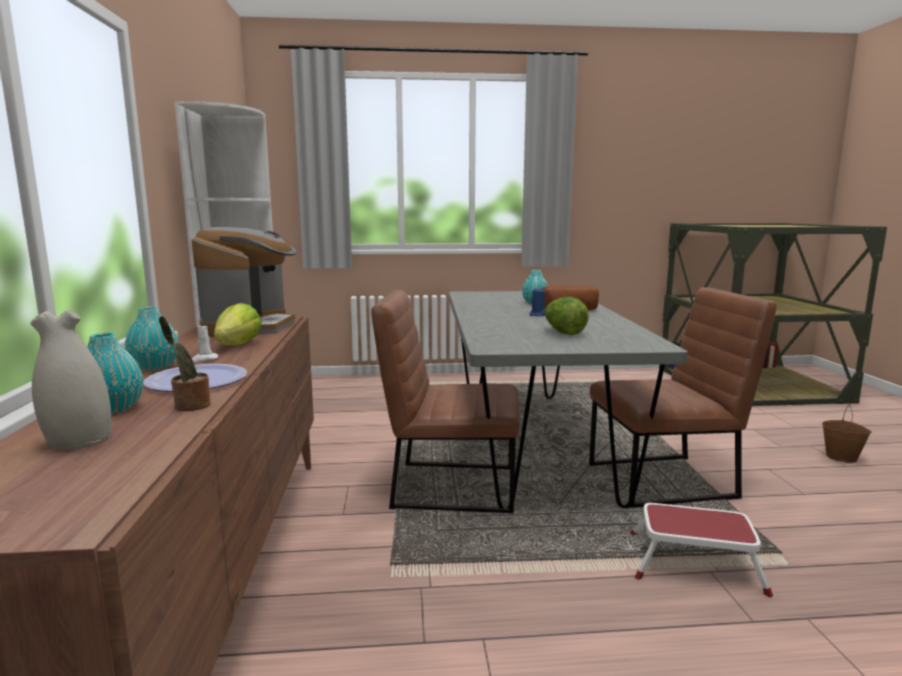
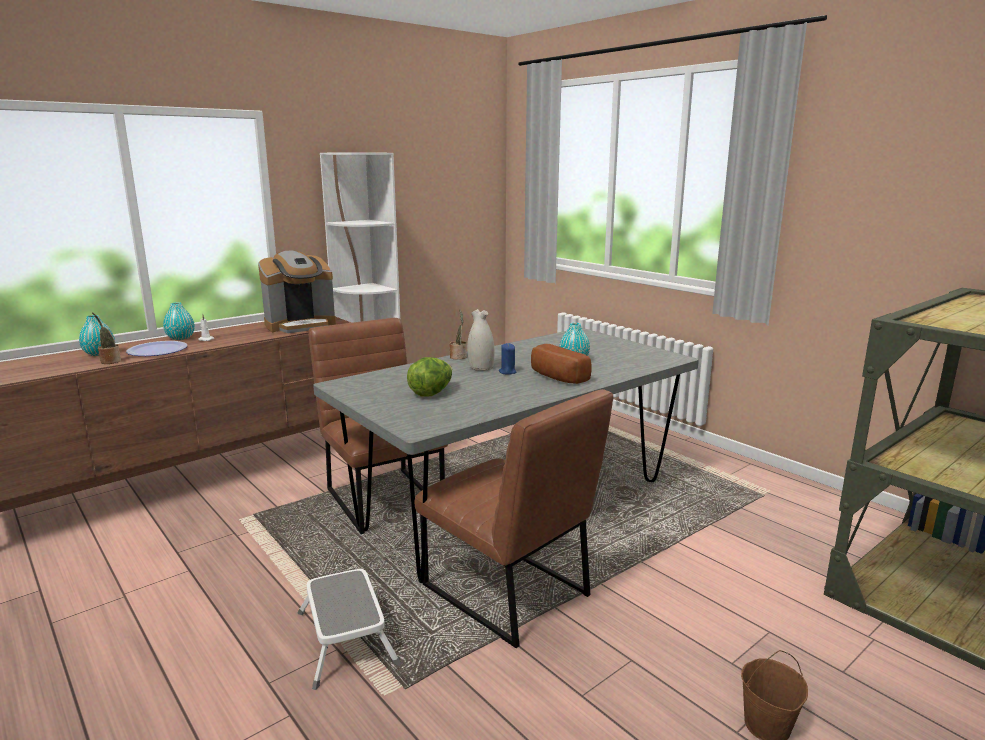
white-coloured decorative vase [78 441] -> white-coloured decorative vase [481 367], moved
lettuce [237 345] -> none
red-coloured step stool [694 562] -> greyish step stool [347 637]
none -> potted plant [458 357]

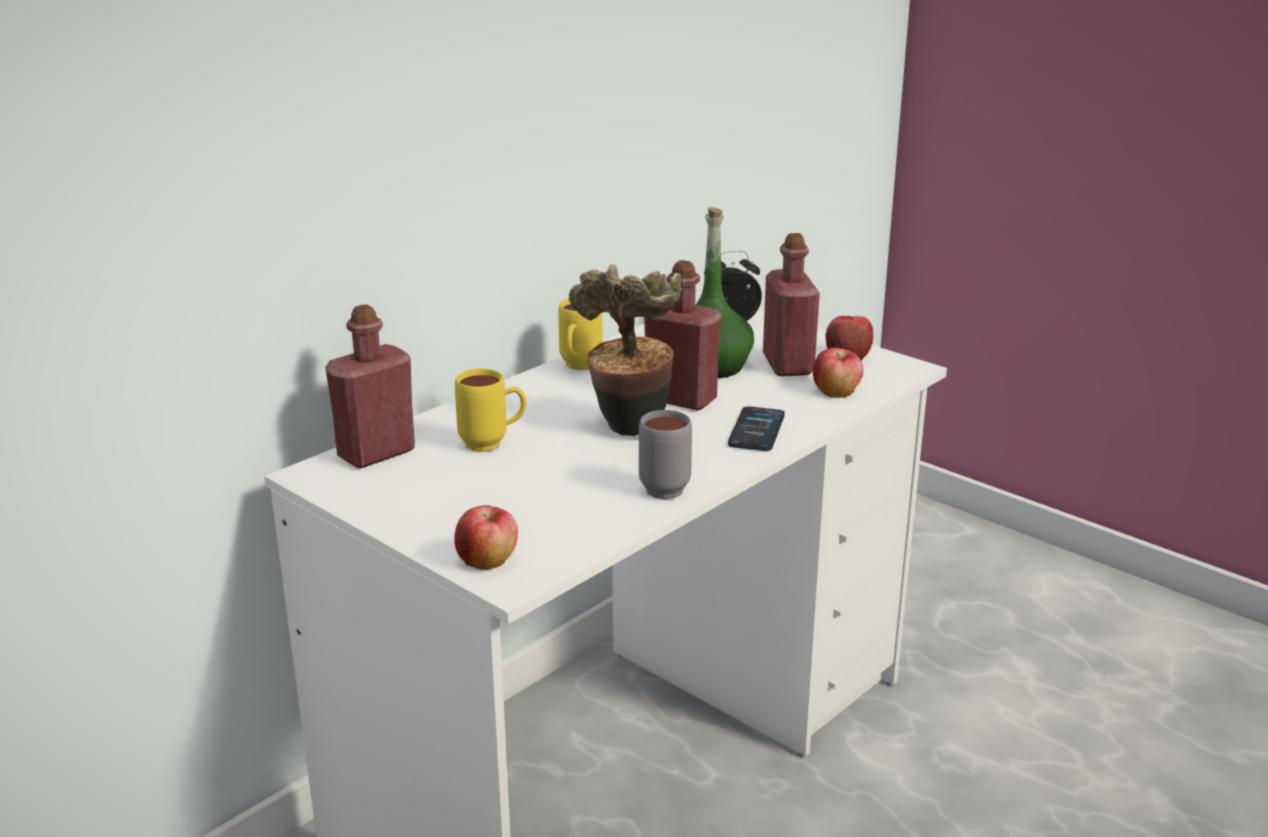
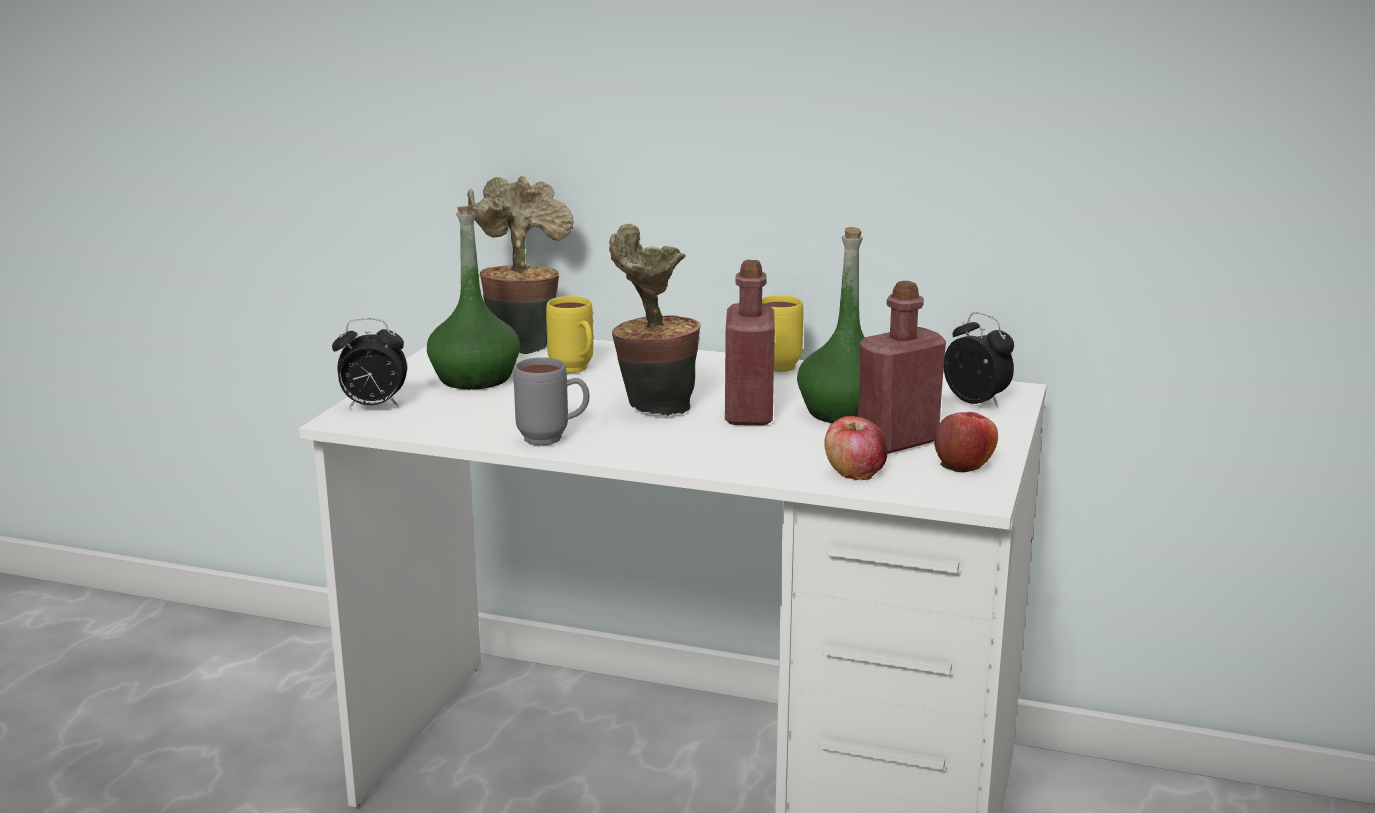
red-coloured drink bottle [376 453] -> potted plant [522 343]
whole apple [487 560] -> bedside clock [373 406]
telephone [756 430] -> none
none -> green drink bottle [474 378]

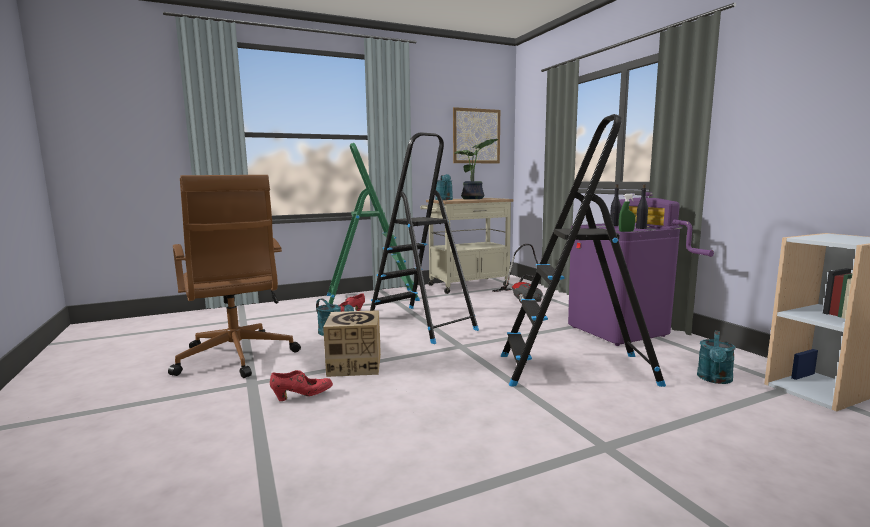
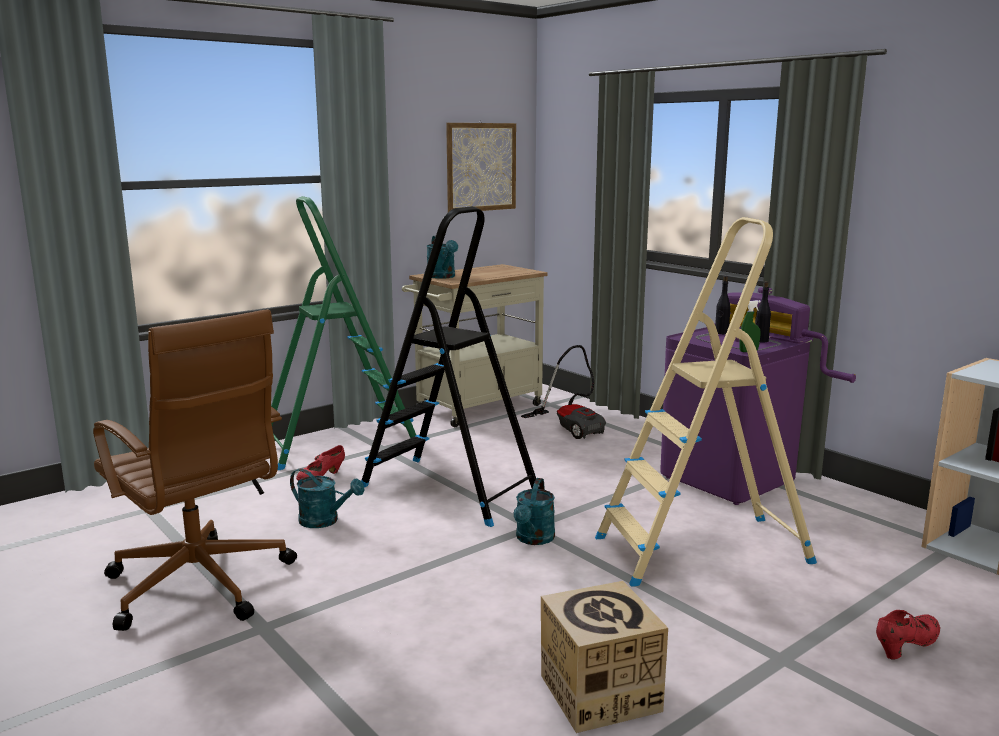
red-coloured item of footwear [302 396] -> red-coloured item of footwear [906 646], moved
carton [354 365] -> carton [599 693], moved
potted plant [474 198] -> none
black step stool [575 369] -> beige step stool [701 550]
turquoise sprinkling can [714 379] -> turquoise sprinkling can [533 539], moved

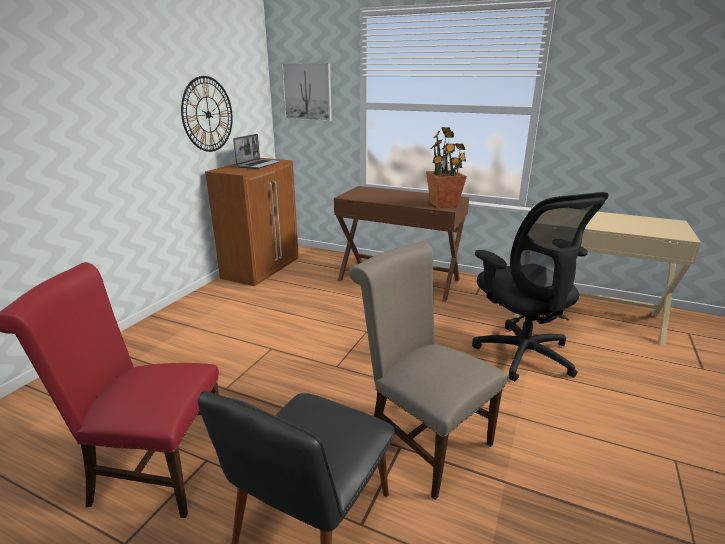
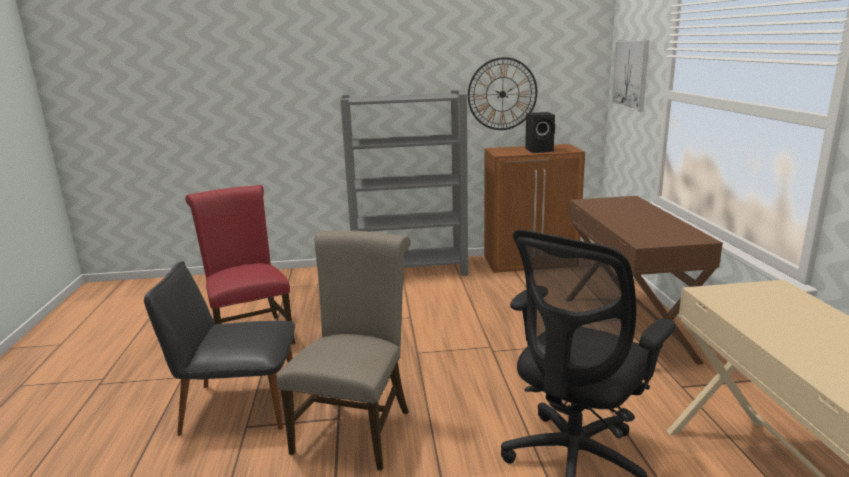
laptop [258 165] -> black loudspeaker [540 150]
potted plant [444 204] -> none
none -> greyish bookcase [409 270]

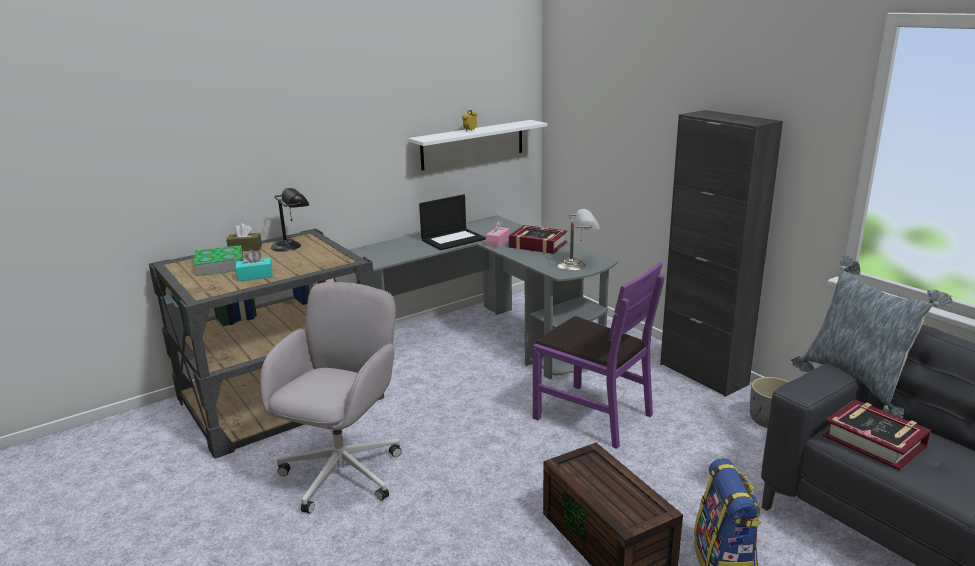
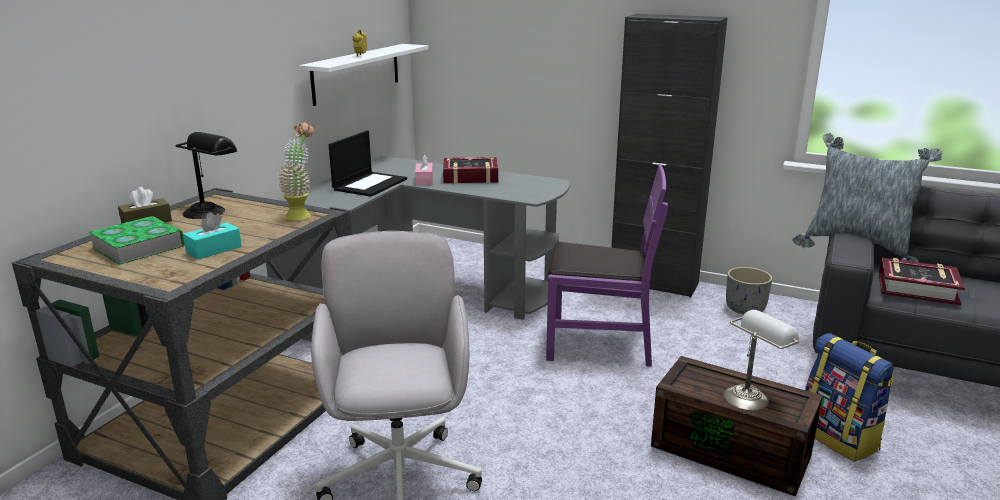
white-coloured tabletop lamp [577 264] -> white-coloured tabletop lamp [751 394], moved
none -> potted plant [302 214]

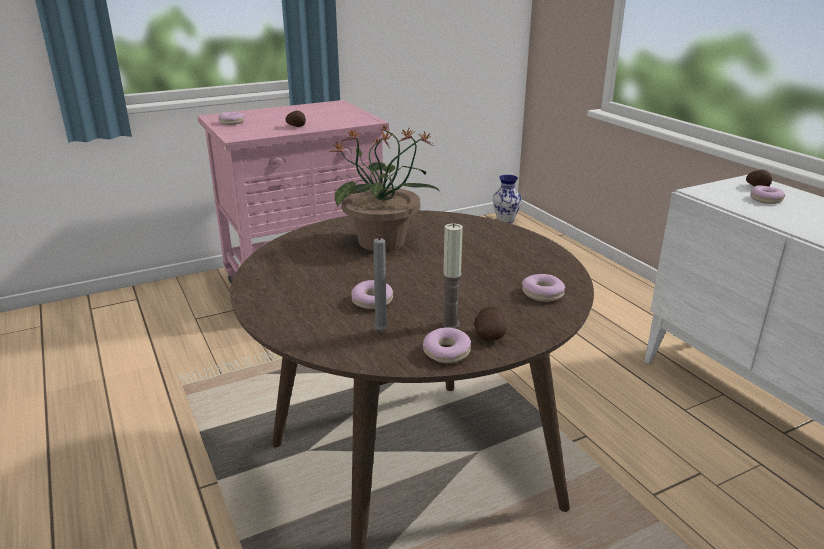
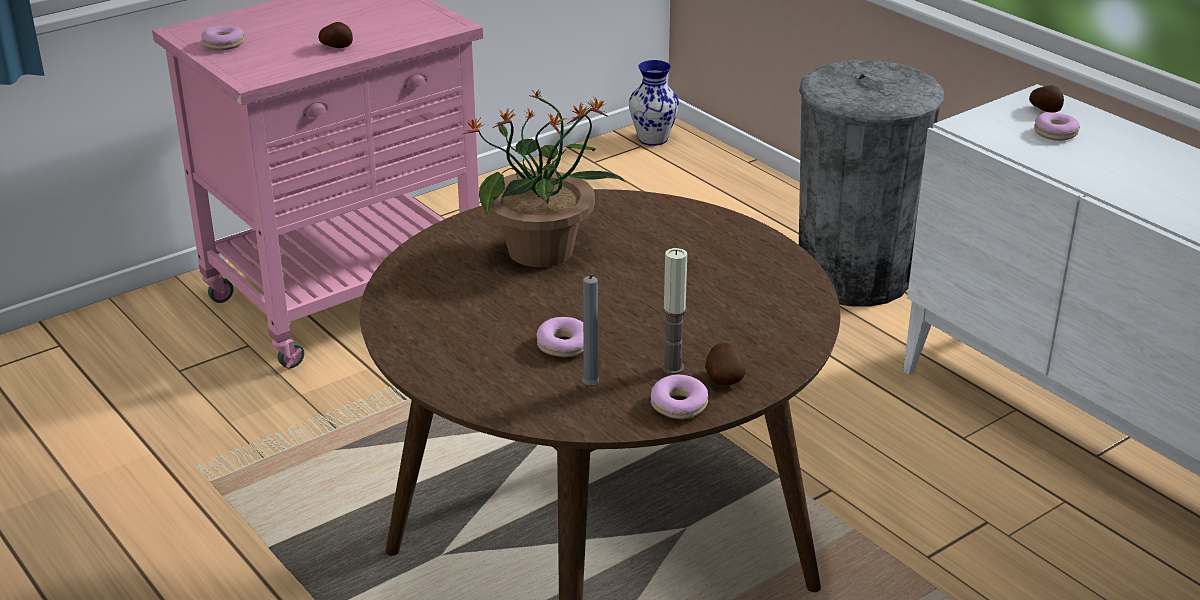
ring doughnut [542 294] -> none
none -> greyish waste bin [853 277]

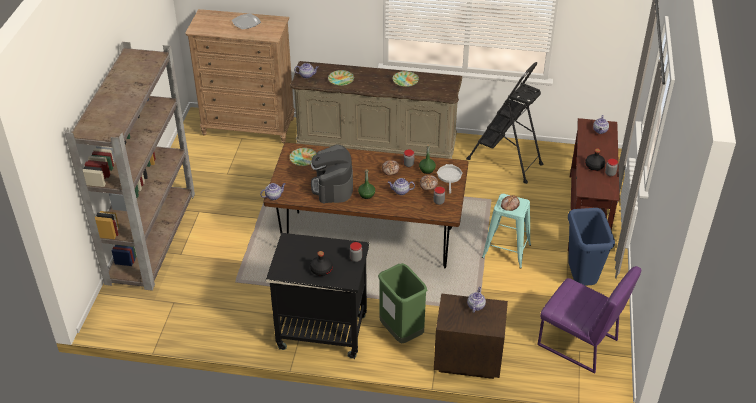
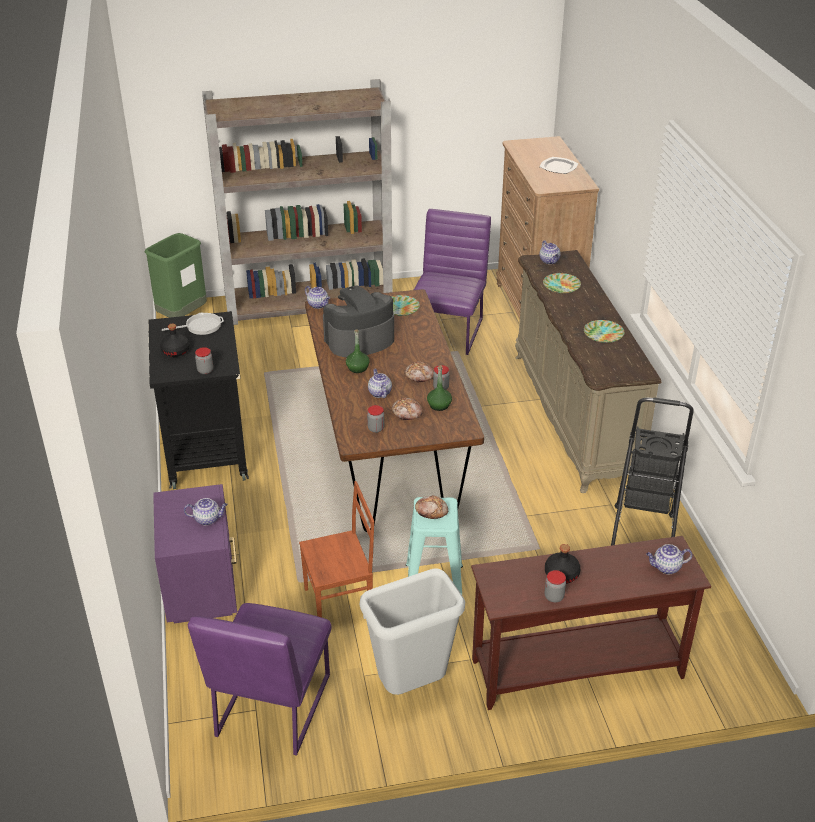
green waste bin [401 332] -> green waste bin [182 316], moved
brown nightstand [467 359] -> purple nightstand [202 589]
pan [449 177] -> pan [200 326], moved
bluish waste bin [581 280] -> greyish waste bin [411 688]
none -> brown chair [339 604]
none -> purple chair [448 331]

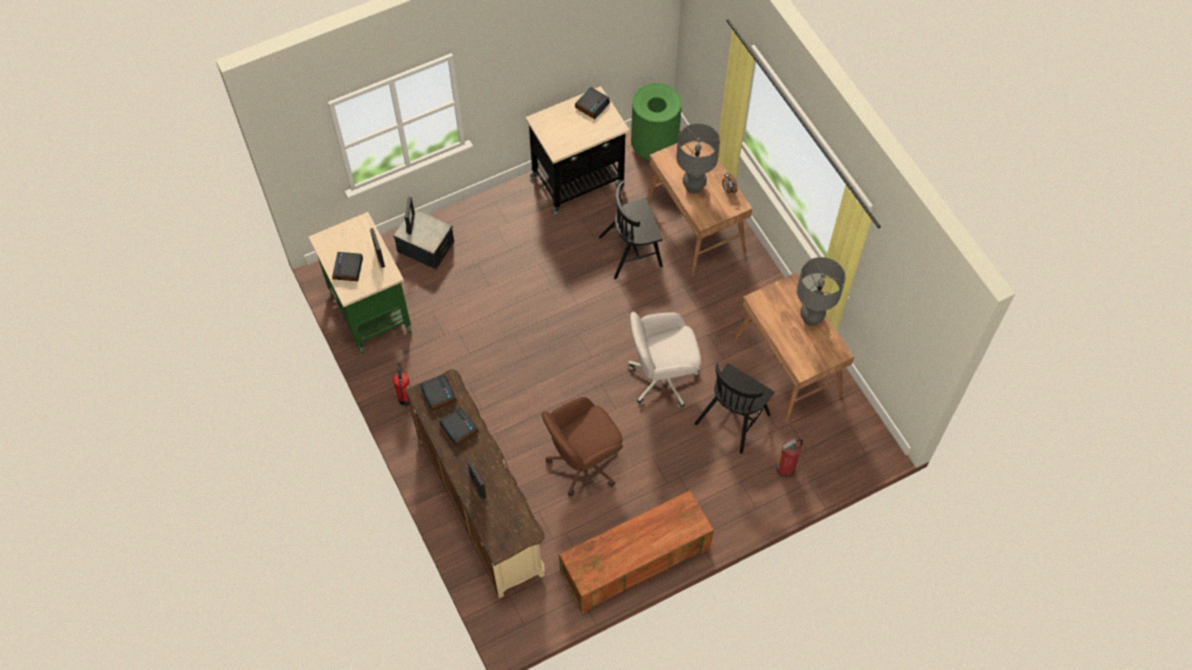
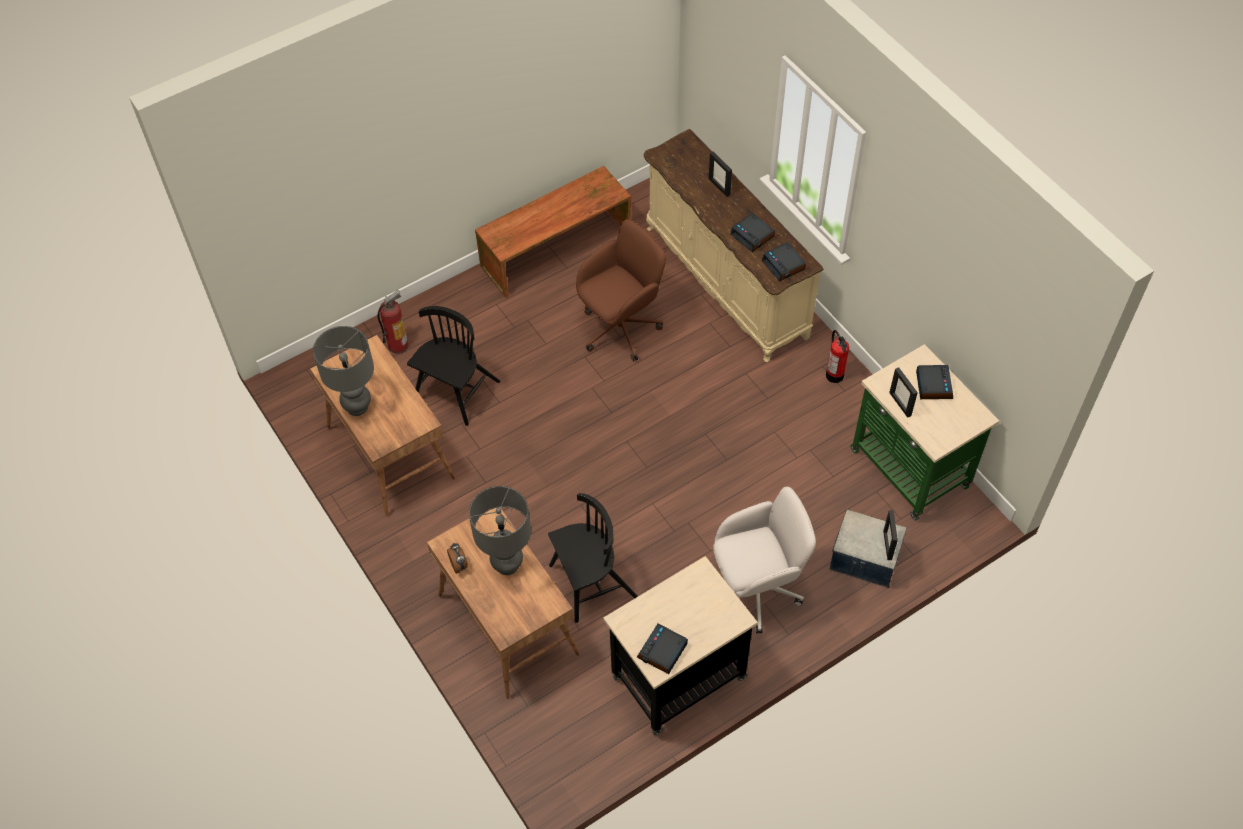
white-coloured computer chair [662 379] -> white-coloured computer chair [756 591], moved
green waste bin [654 146] -> none

